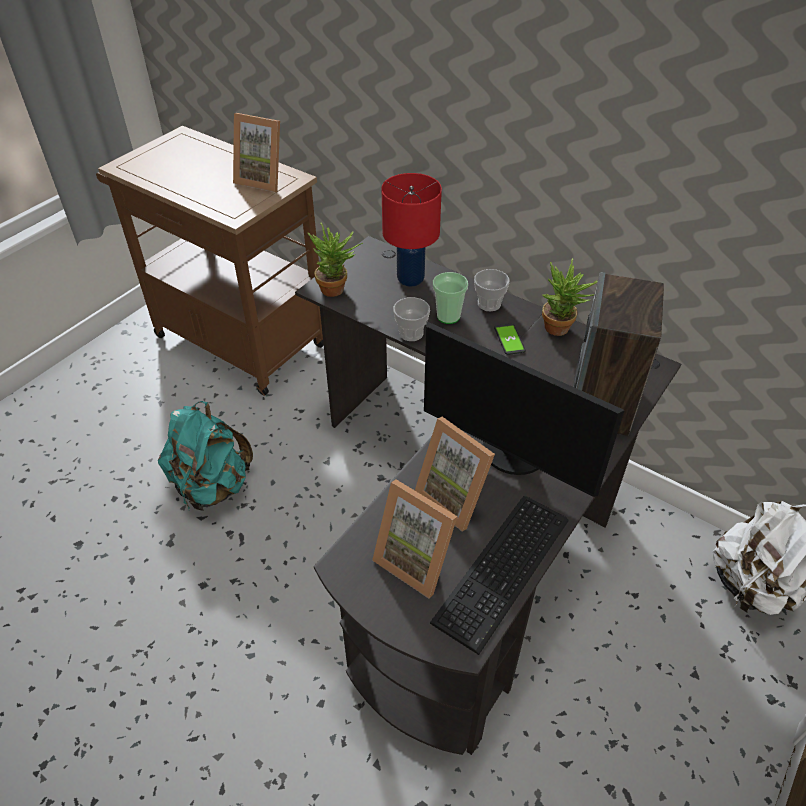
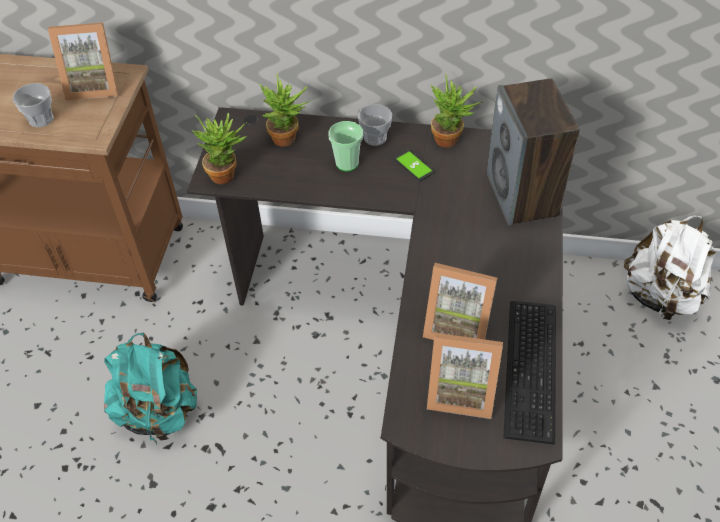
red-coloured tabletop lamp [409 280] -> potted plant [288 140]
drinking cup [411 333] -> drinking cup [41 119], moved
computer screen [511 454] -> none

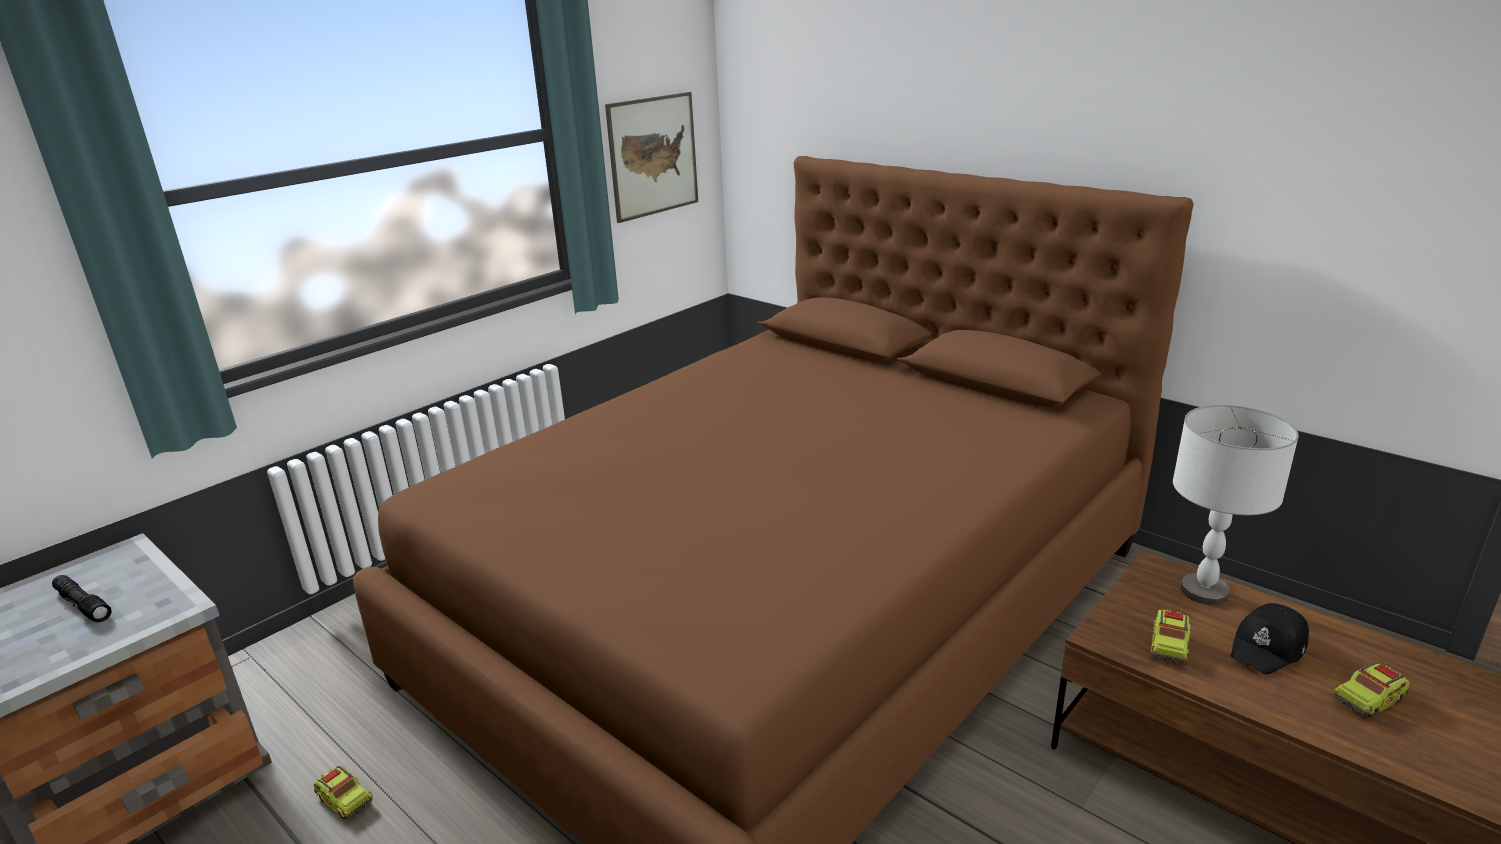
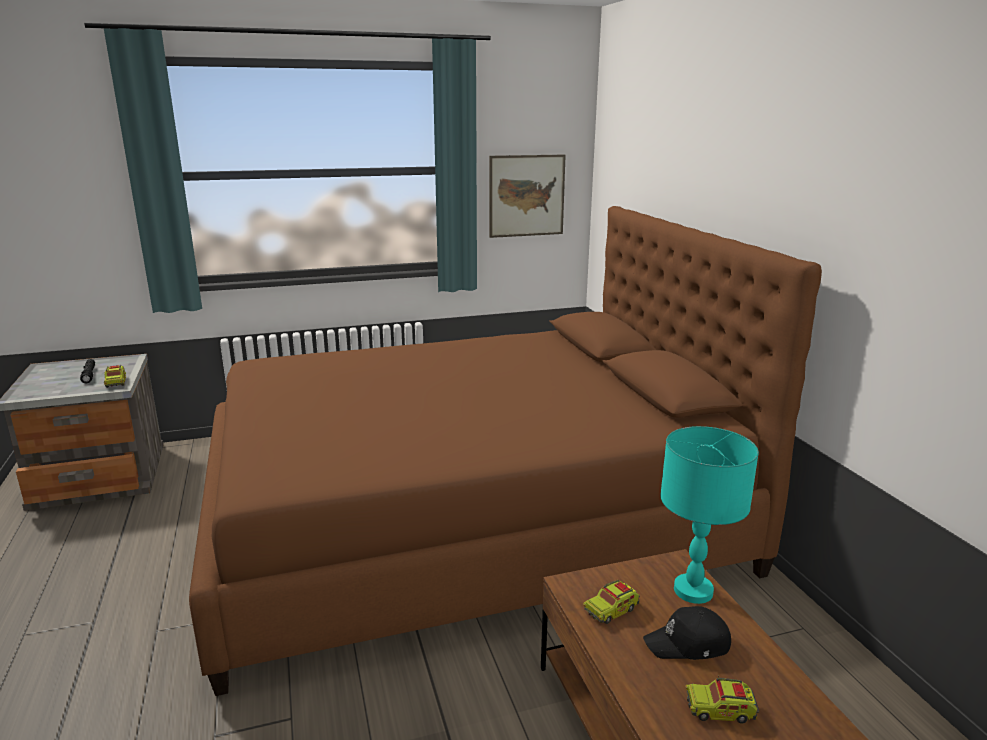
toy truck [344 800] -> toy truck [116 382], moved
greyish tabletop lamp [1203 592] -> turquoise tabletop lamp [692 591]

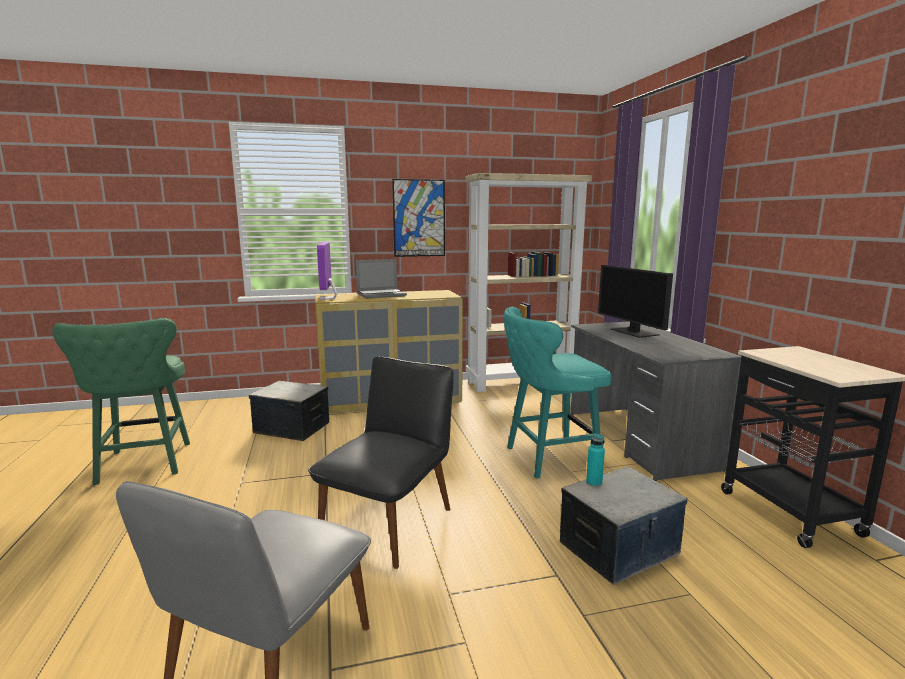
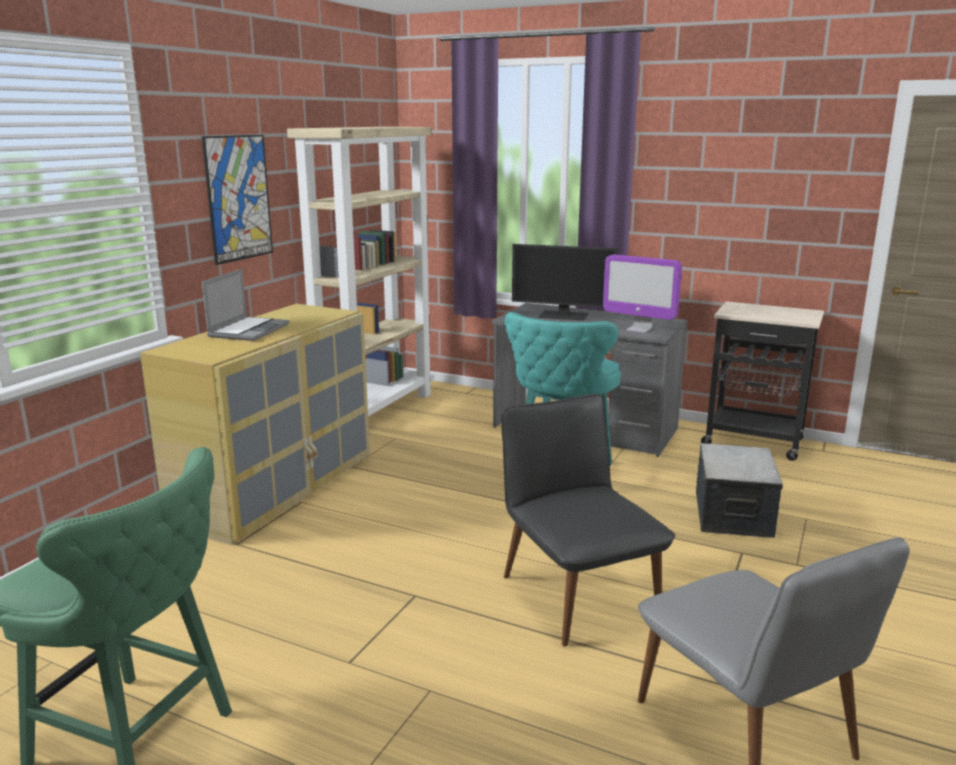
storage bin [292 428] -> none
computer screen [328 298] -> computer screen [639 329], moved
turquoise drink bottle [594 483] -> none

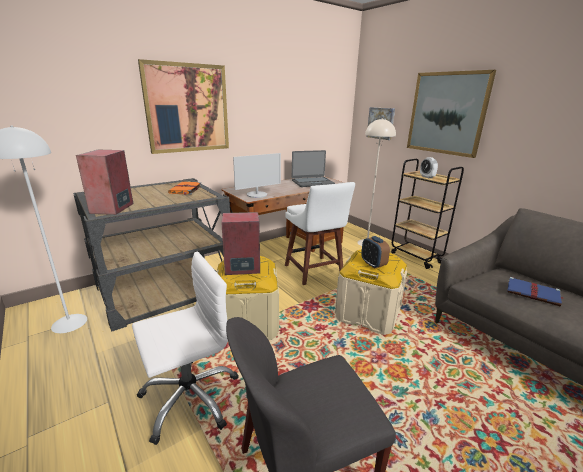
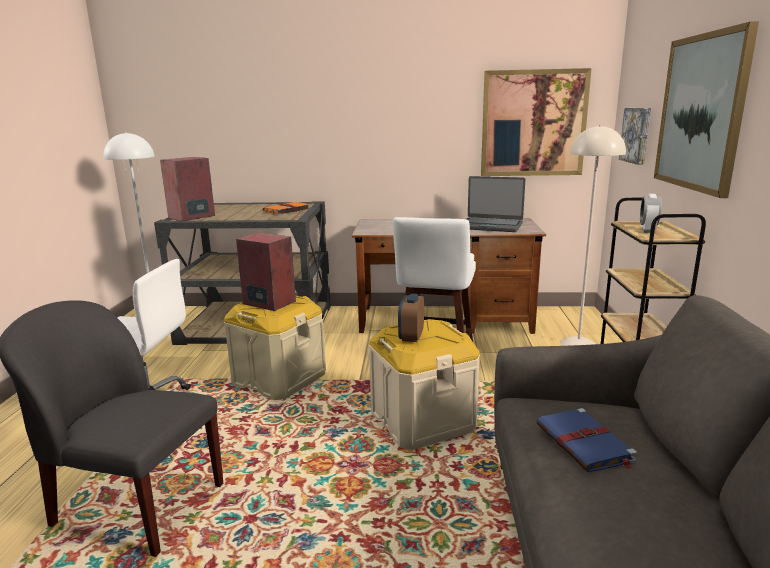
wall picture [187 108] -> wall picture [533 123], moved
computer screen [257 195] -> none

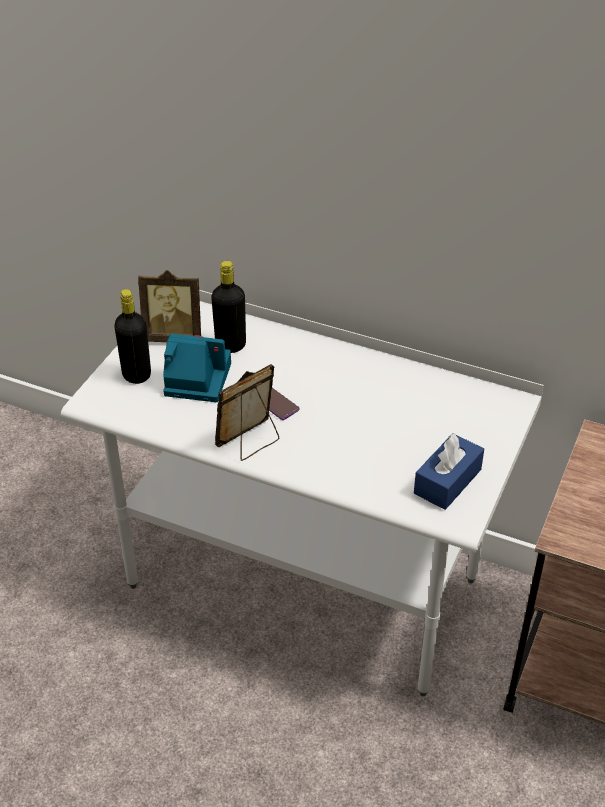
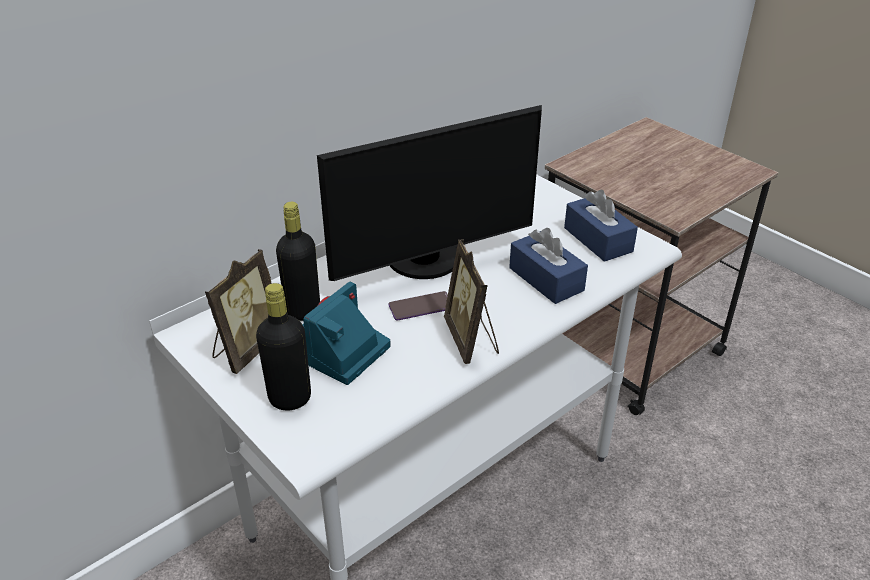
none -> computer screen [428 261]
none -> bluish box of tissues [546 279]

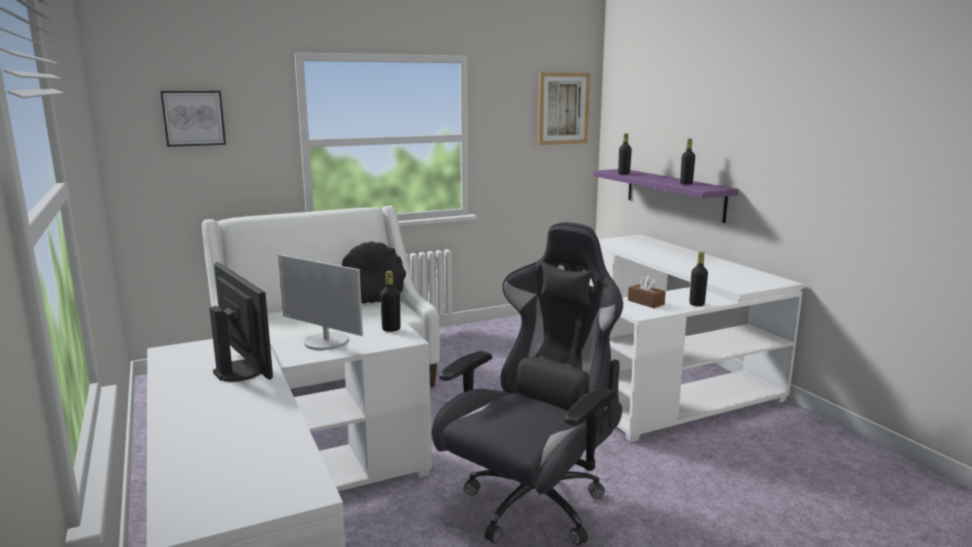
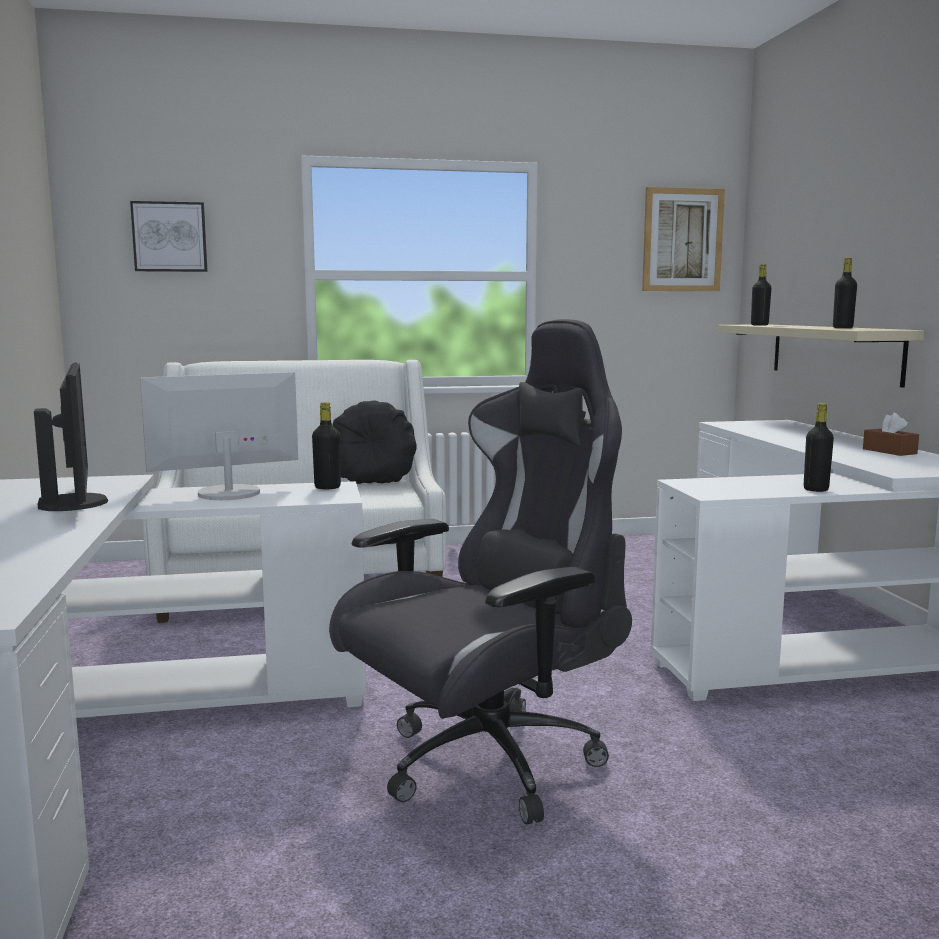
computer screen [326 342] -> computer screen [228 493], 105 degrees clockwise
purple wall shelf [674 194] -> beige wall shelf [834 352]
brown box of tissues [646 302] -> brown box of tissues [889 451], moved

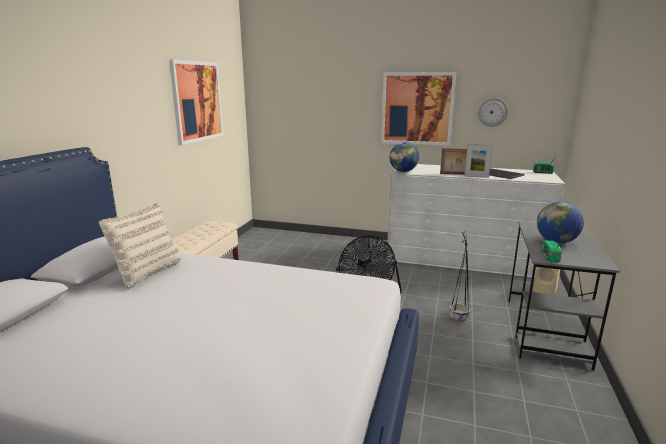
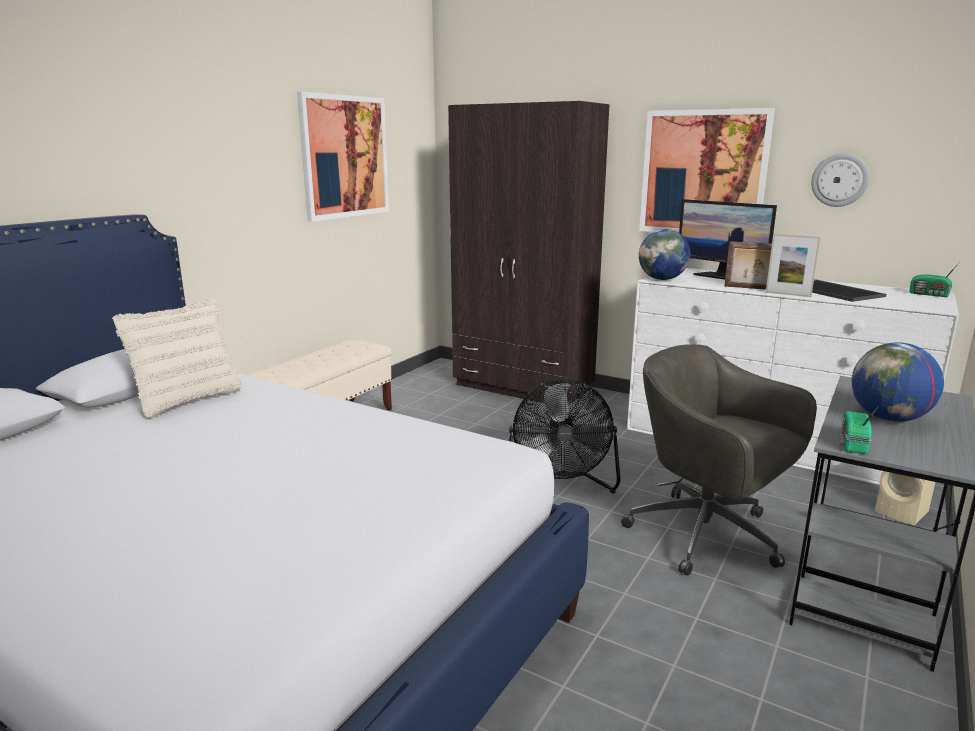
black planter [458 317] -> greyish computer chair [708 536]
none -> brown clothes cupboard [523 387]
none -> computer screen [721 276]

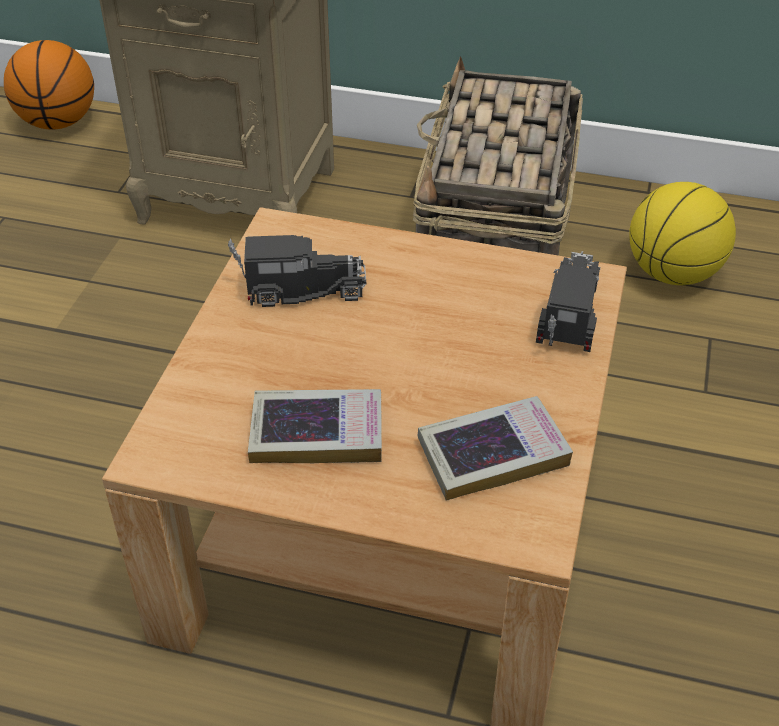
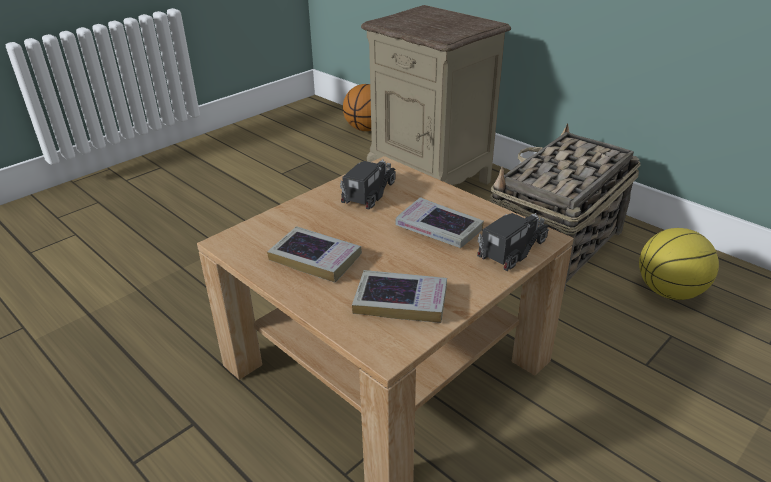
toy truck [299 290] -> toy truck [368 195], 90 degrees counterclockwise
none -> bound book [438 229]

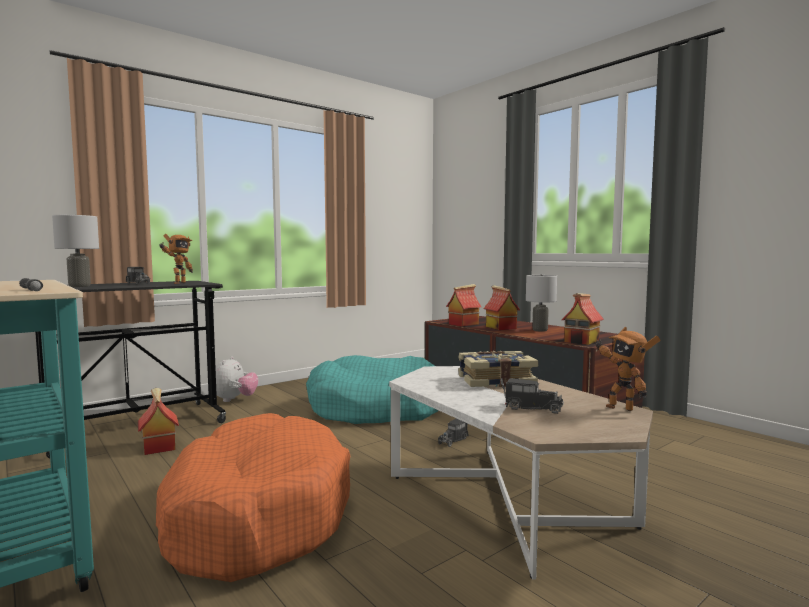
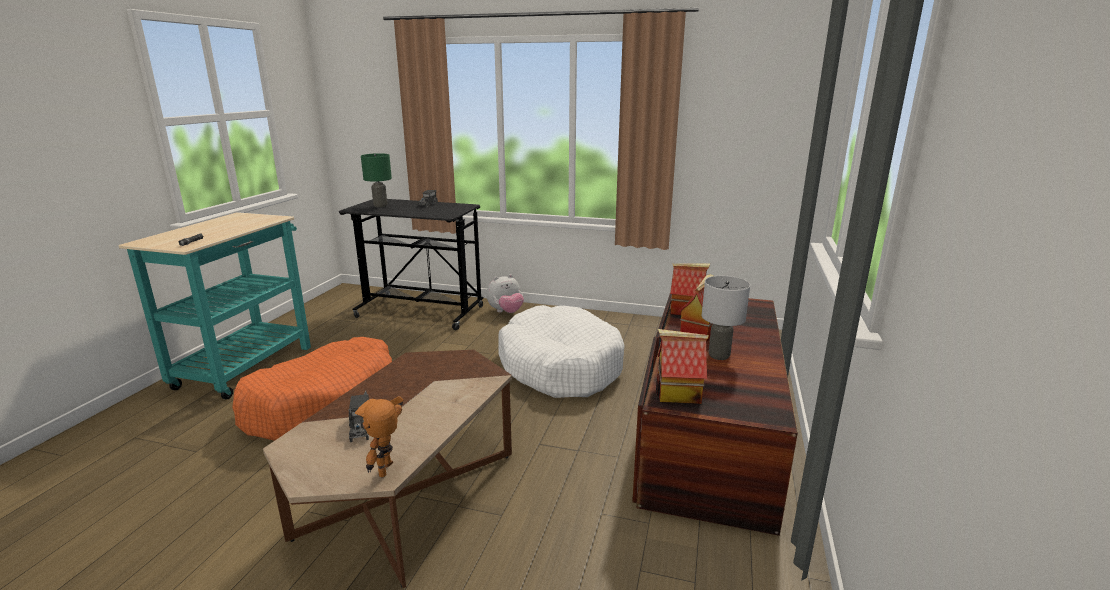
white-coloured tabletop lamp [81 286] -> green tabletop lamp [381 206]
model house [158 446] -> none
robot figure [177 283] -> none
turquoise pet bed [375 407] -> white-coloured pet bed [560 366]
white-coloured low table [505 500] -> brown low table [411 495]
toy truck [454 440] -> none
bound book [495 380] -> none

